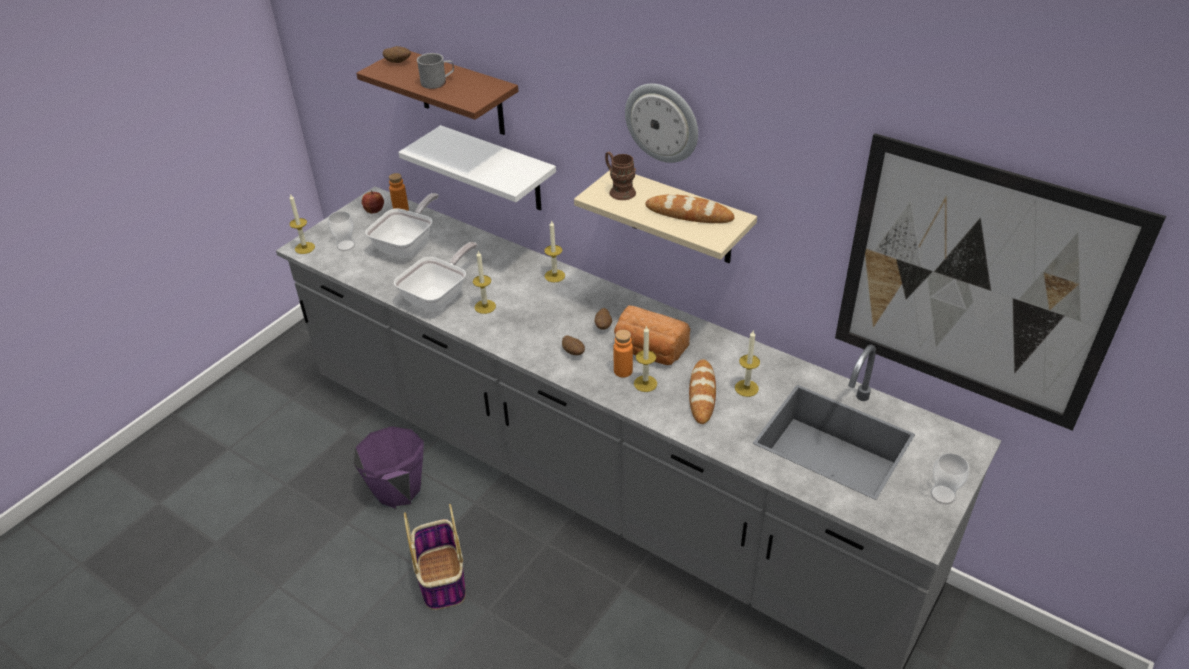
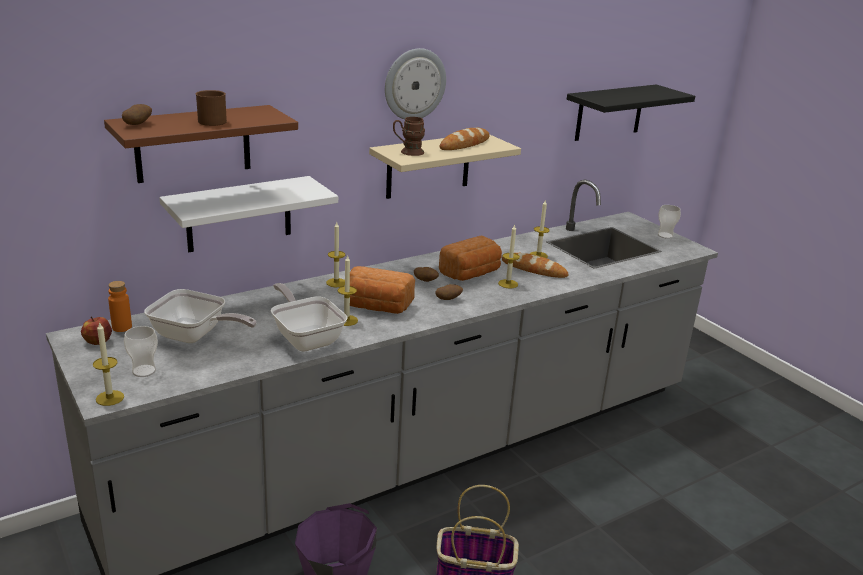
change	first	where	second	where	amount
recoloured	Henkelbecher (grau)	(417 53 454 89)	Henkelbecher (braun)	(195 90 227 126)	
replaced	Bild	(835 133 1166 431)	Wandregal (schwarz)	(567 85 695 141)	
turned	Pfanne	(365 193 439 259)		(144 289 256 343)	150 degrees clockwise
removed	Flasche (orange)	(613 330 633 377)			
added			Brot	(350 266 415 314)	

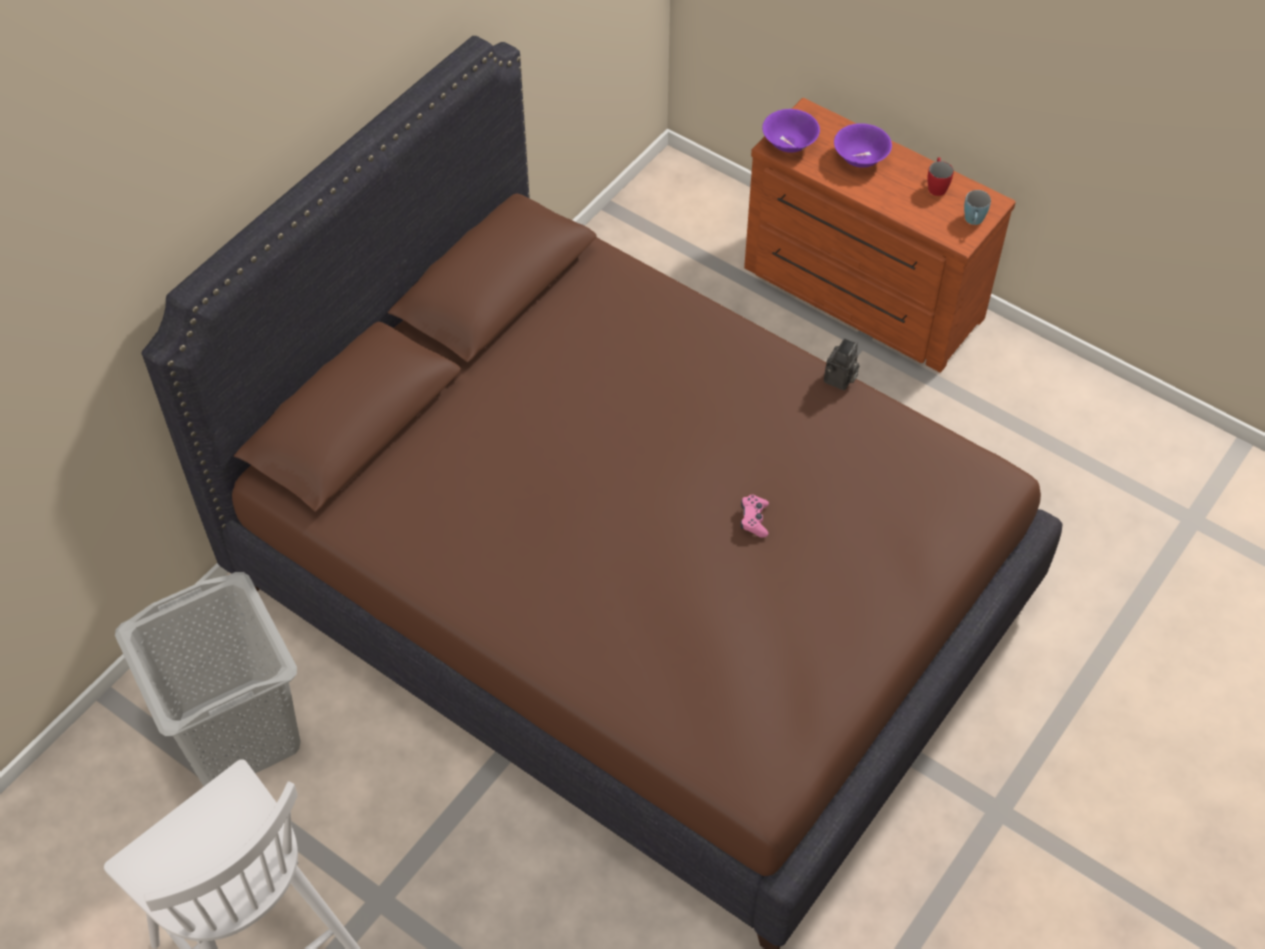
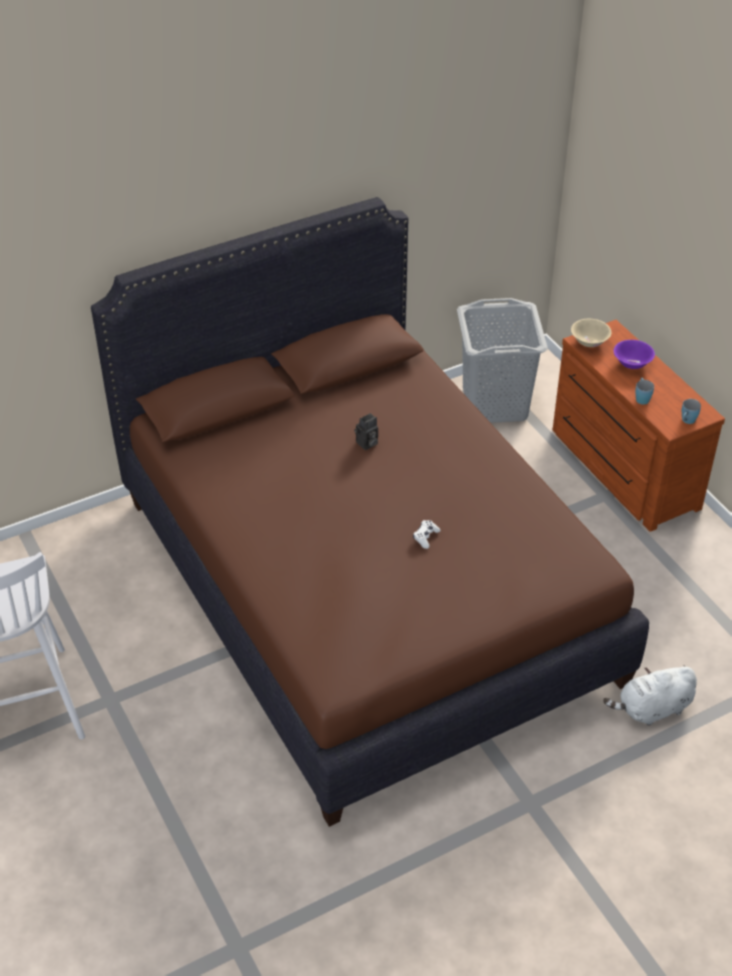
change	first	where	second	where	amount
recoloured	Schüssel (lila)	(762 109 820 153)	Schüssel (beige)	(571 319 611 347)	
removed	Henkelbecher (rot)	(927 157 954 196)			
moved	Kamera	(824 338 859 390)		(354 413 378 450)	
recoloured	Gamepad (rosa)	(741 494 769 538)	Gamepad (weiß)	(413 520 441 549)	
moved	Wäschekorb (grau)	(115 572 301 786)		(457 298 548 423)	
added			Henkelbecher (blau)	(635 378 654 405)	
added			Plüschtier (weiß)	(603 665 697 726)	

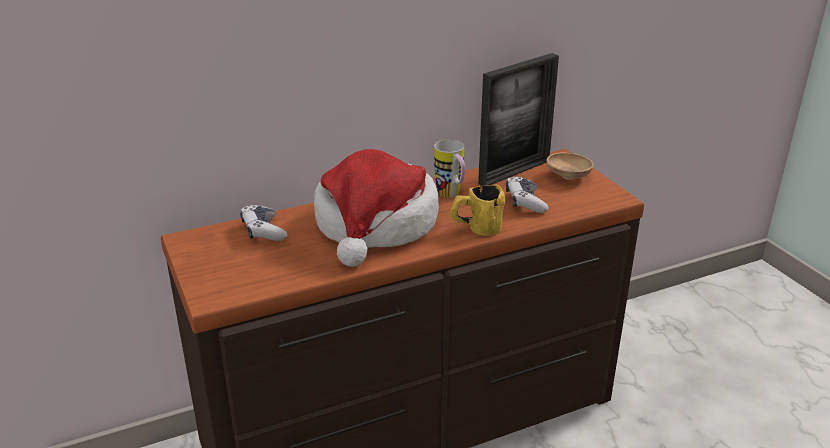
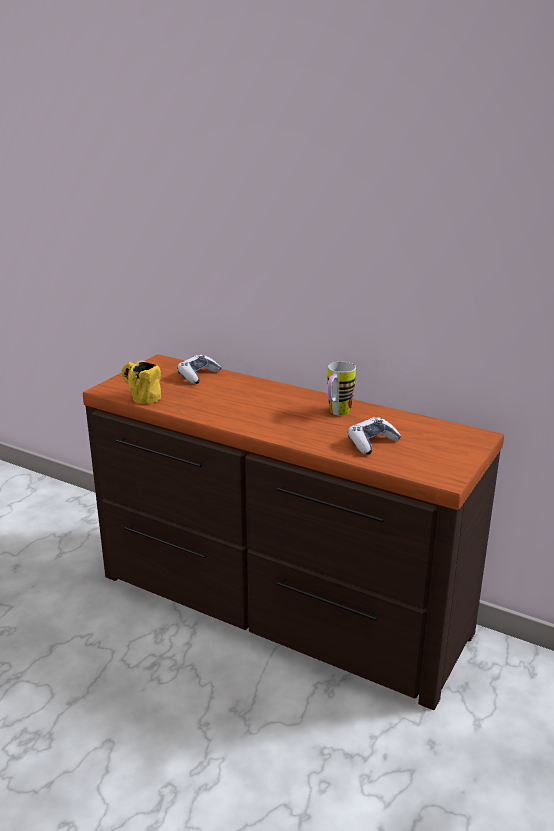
change	first	where	second	where	amount
removed	Bilderrahmen	(478 53 559 186)			
removed	Hut	(314 149 439 267)			
removed	Schüssel (braun)	(546 153 594 180)			
moved	Henkelbecher (gelb)	(450 184 505 236)		(121 361 161 404)	

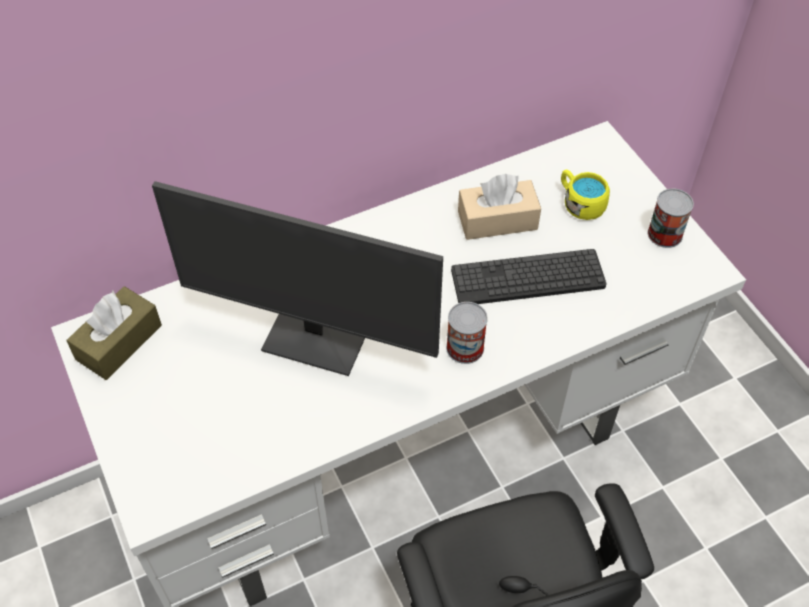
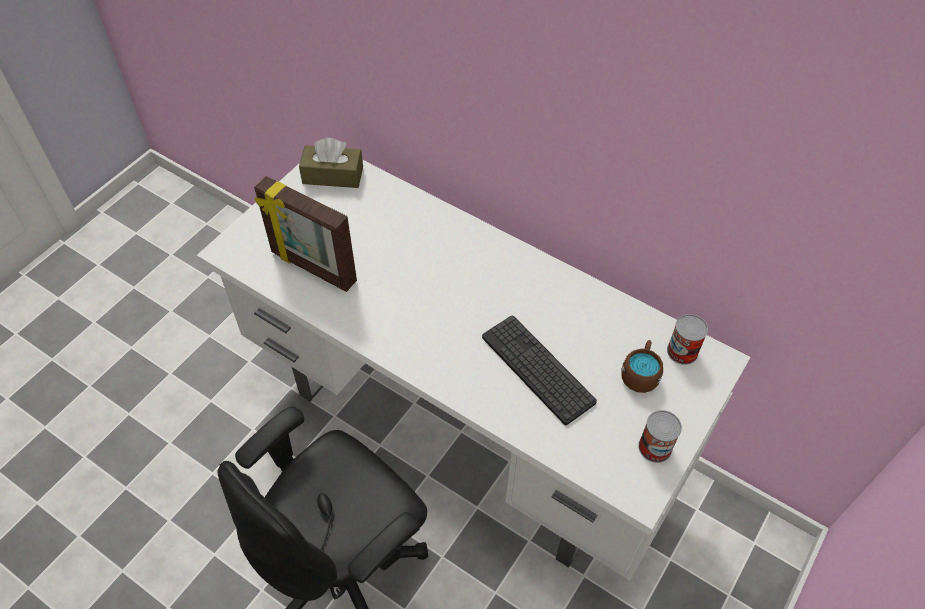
change	first	where	second	where	amount
recoloured	Henkelbecher (gelb)	(561 170 610 220)	Henkelbecher (braun)	(622 340 663 393)	
removed	Taschentuchbox (beige)	(458 174 541 240)			
removed	Monitor	(152 181 443 376)			
moved	Dose	(446 302 488 364)		(667 314 708 365)	
added			Bilderrahmen	(254 176 357 292)	

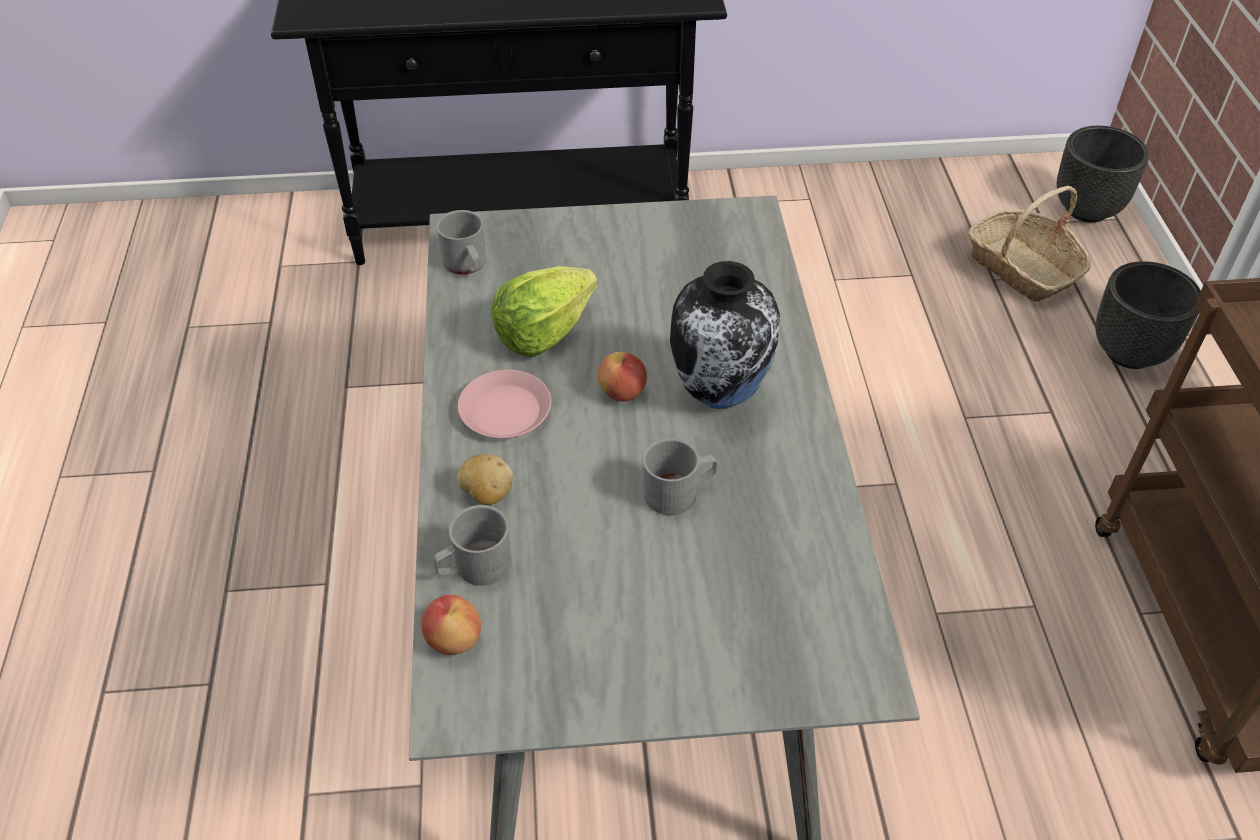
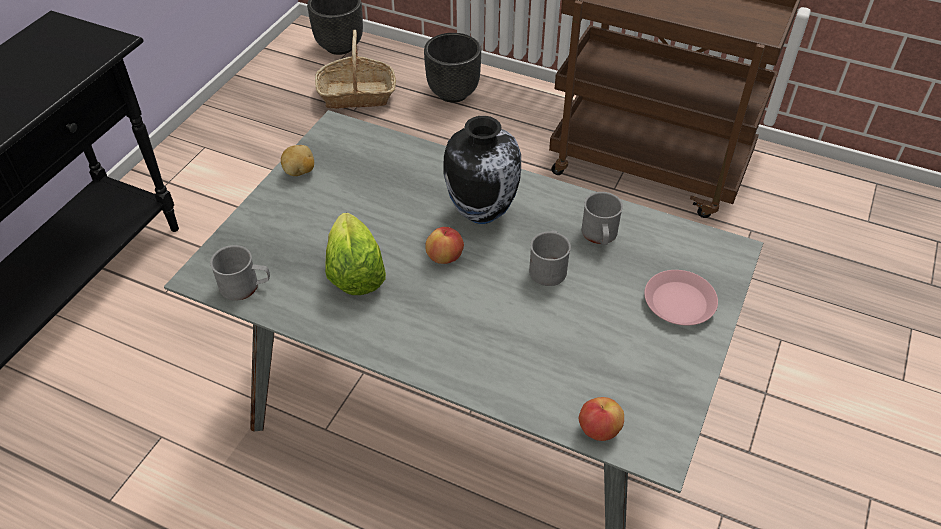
change	first	where	second	where	amount
moved	Teller (rosa)	(458 370 551 438)		(644 270 718 325)	
moved	Kartoffel	(457 454 513 505)		(281 145 314 176)	
moved	Henkelbecher (grau)	(433 505 512 586)		(582 192 623 245)	

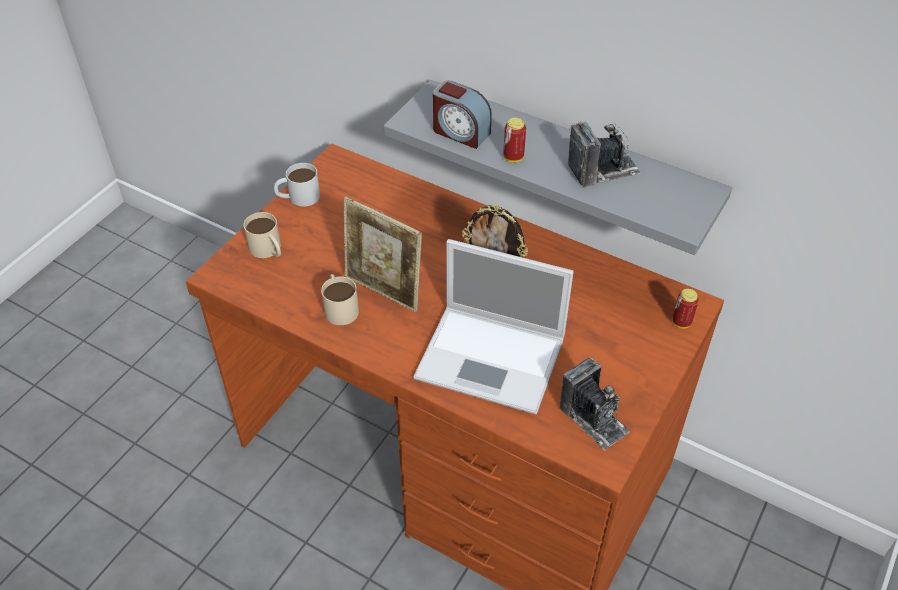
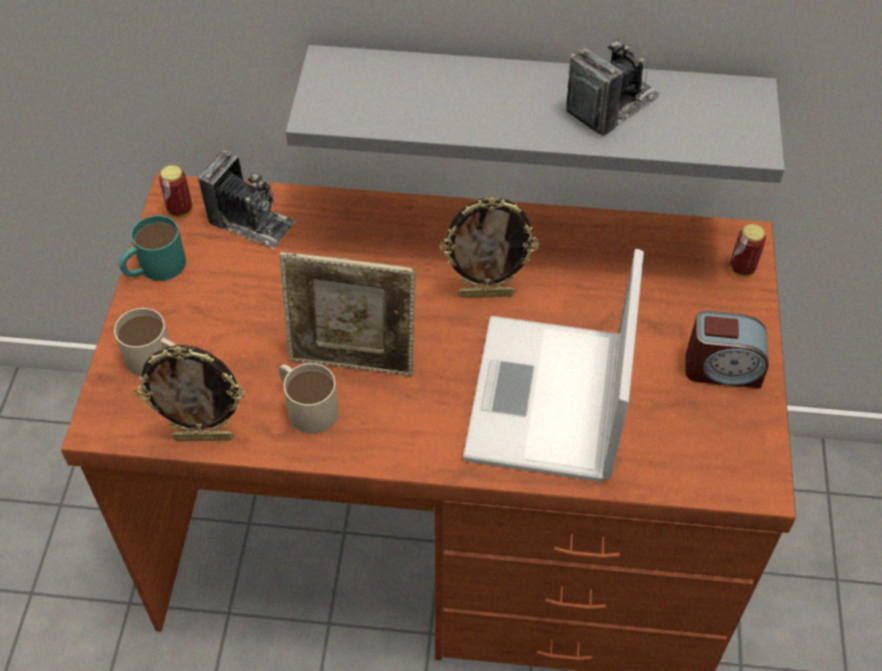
change	first	where	second	where	amount
moved	Wecker	(433 80 492 149)		(685 311 769 389)	
moved	Dose	(503 118 526 163)		(159 165 192 218)	
recoloured	Henkelbecher (weiß)	(274 163 320 207)	Henkelbecher (türkis)	(119 215 186 281)	
turned	Laptop	(413 239 574 415)		(463 249 644 482)	105 degrees clockwise
moved	Kamera	(560 357 630 450)		(198 150 296 249)	
added			Bilderrahmen	(135 345 245 441)	

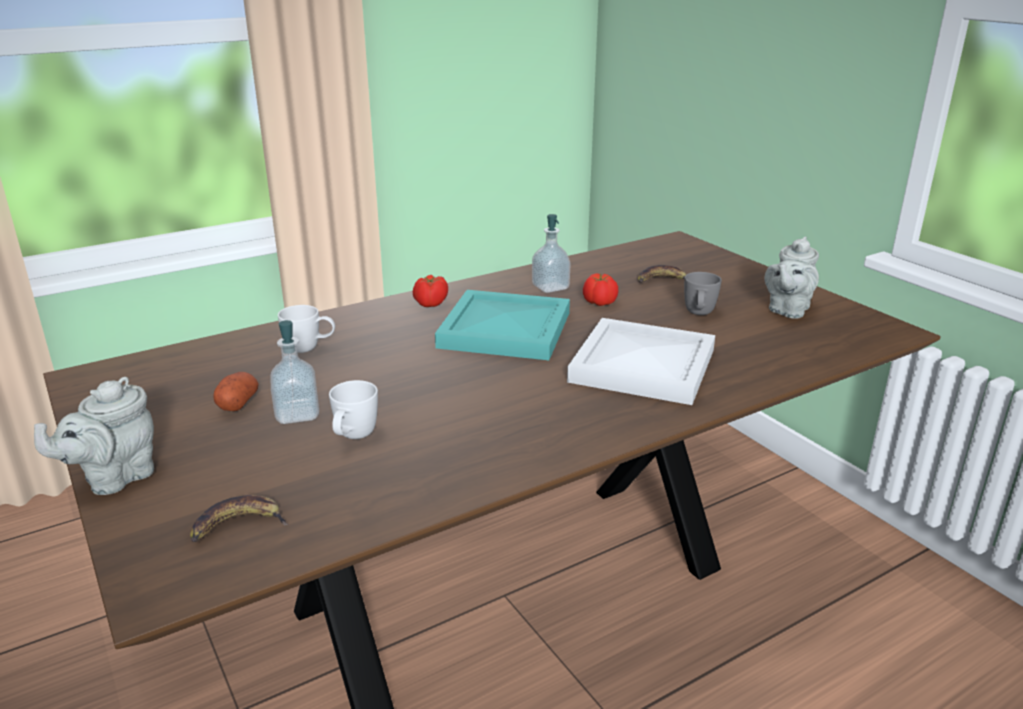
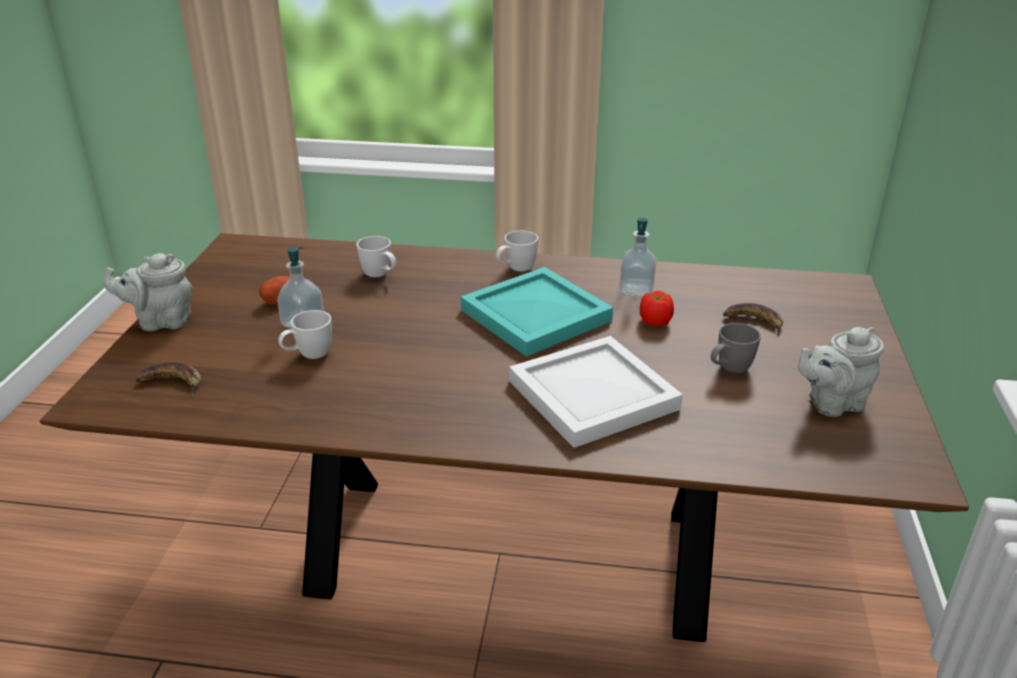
change	first	where	second	where	amount
replaced	Tomate	(413 275 448 307)	Henkelbecher (weiß)	(496 231 538 272)	

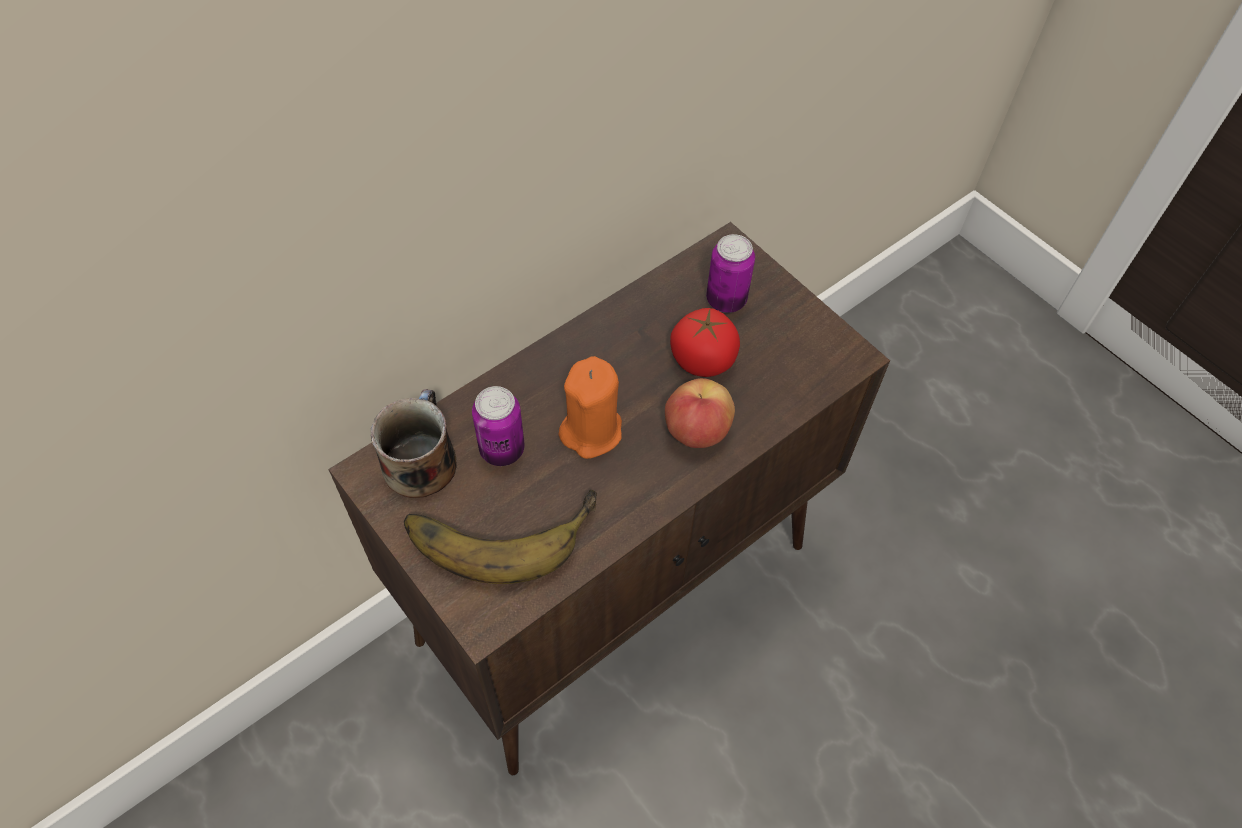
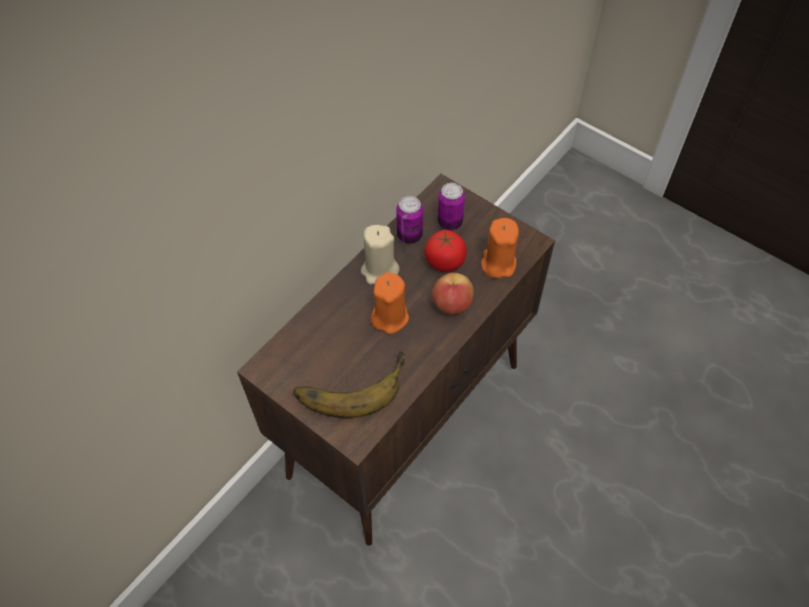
change	first	where	second	where	amount
moved	Dose	(472 386 525 466)		(396 196 423 244)	
removed	Henkelbecher	(371 389 457 498)			
added			Kerze (orange)	(481 218 519 278)	
added			Kerze (beige)	(361 225 400 285)	

